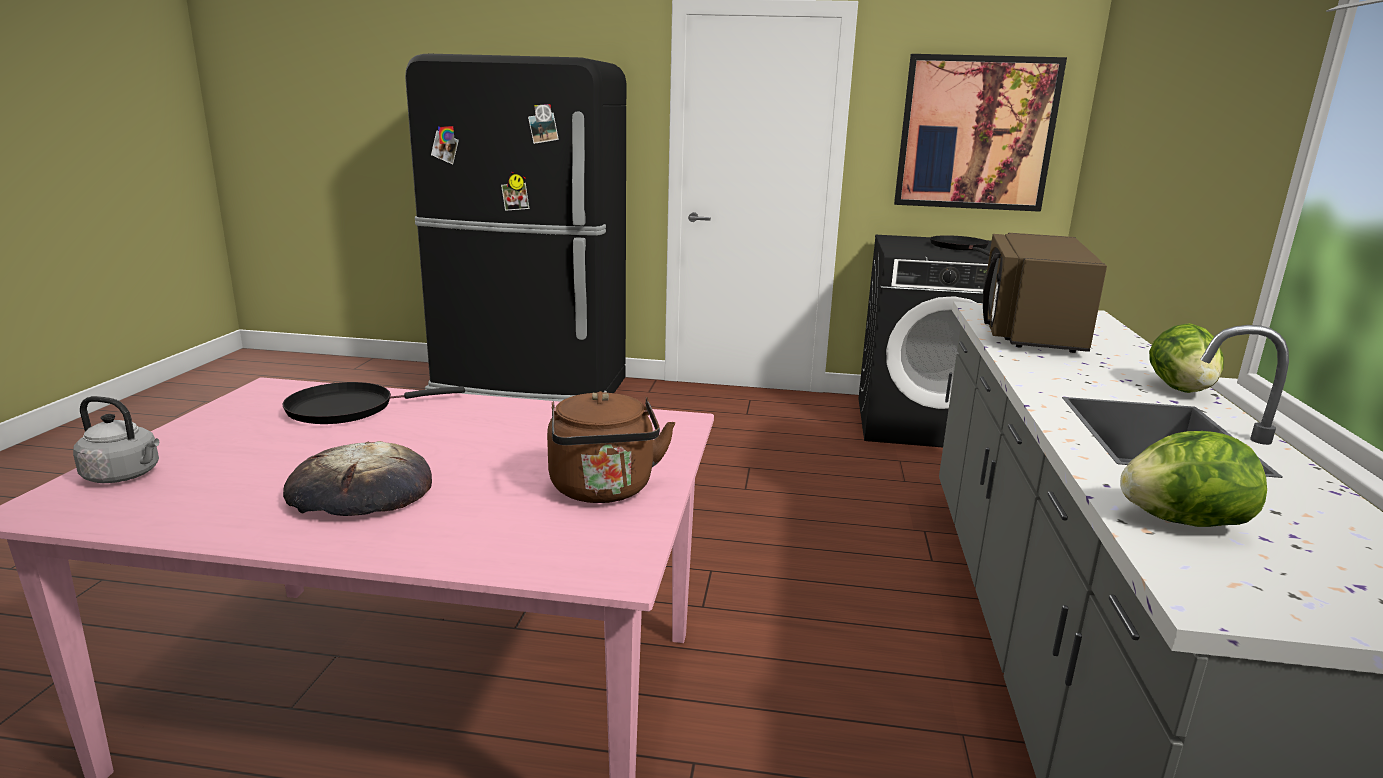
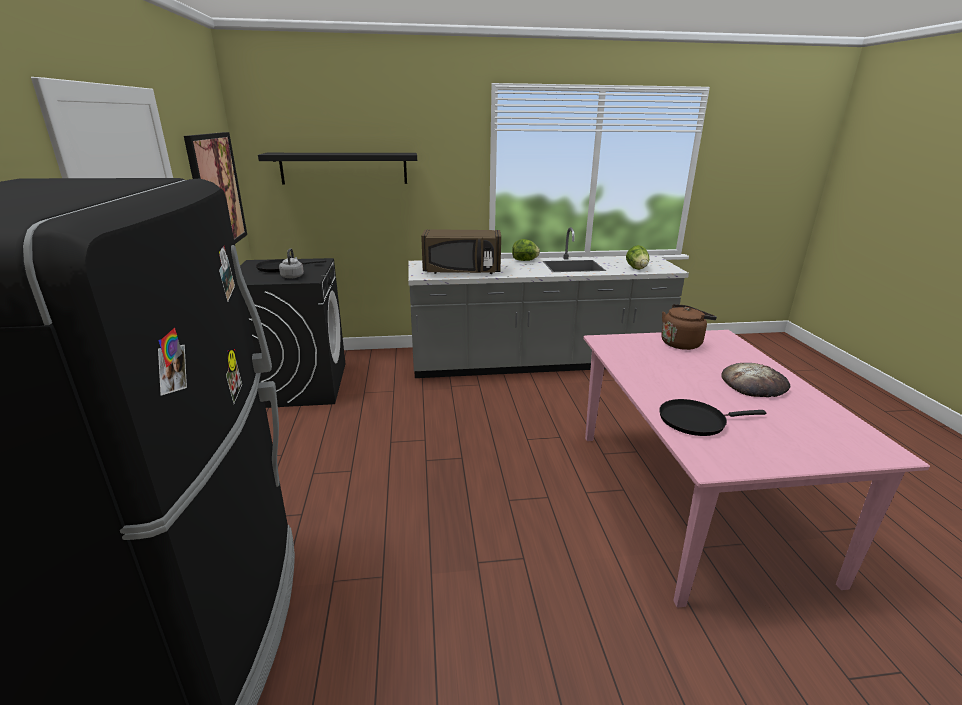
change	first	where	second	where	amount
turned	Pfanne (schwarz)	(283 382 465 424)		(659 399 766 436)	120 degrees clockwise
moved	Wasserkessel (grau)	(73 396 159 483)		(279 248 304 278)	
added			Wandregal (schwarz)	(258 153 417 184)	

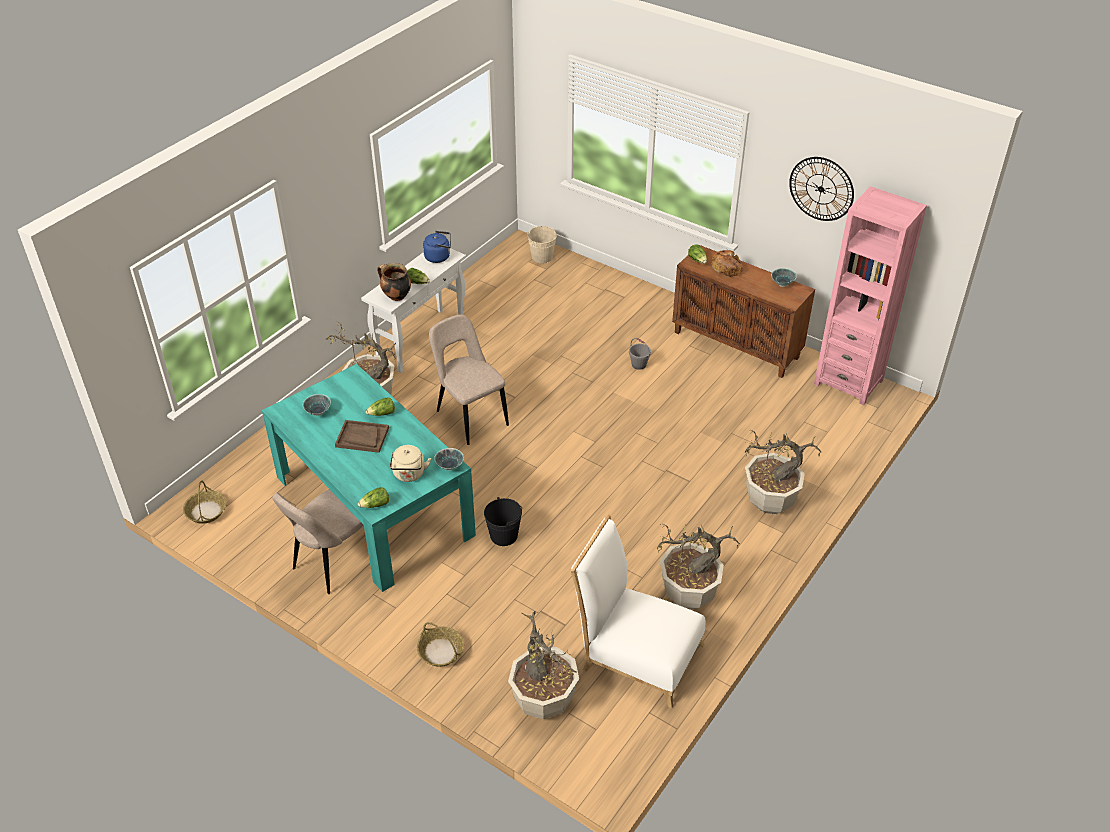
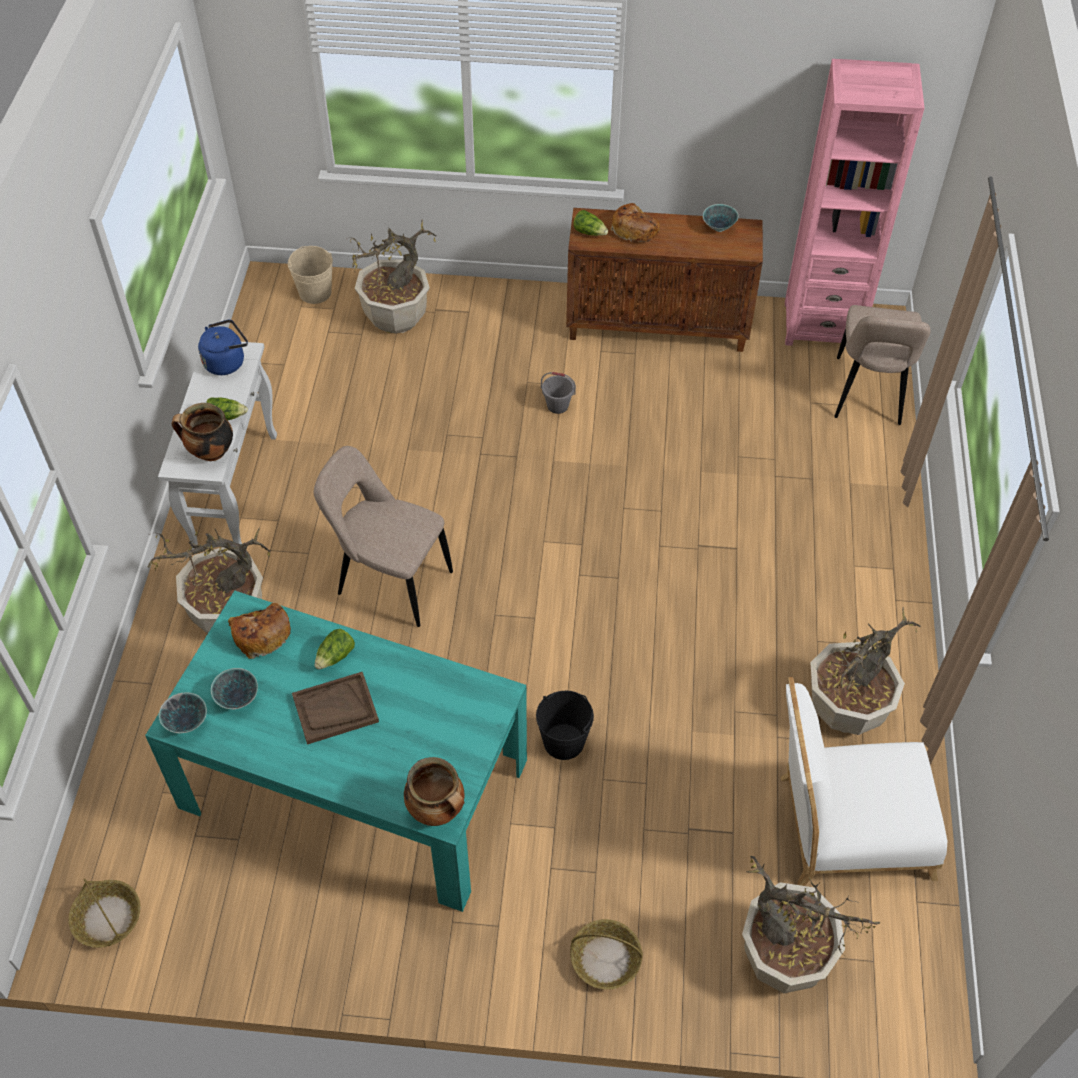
change	first	where	second	where	amount
removed	Wanduhr	(789 157 854 221)			
moved	Topfpflanze	(745 430 821 514)		(346 219 436 334)	
removed	Wasserkessel (beige)	(390 445 431 482)			
moved	Schüssel	(434 448 464 471)		(159 692 207 733)	
replaced	Salatkopf	(358 487 389 508)	Kochtopf	(404 757 464 826)	
moved	Stuhl (beige)	(272 489 364 594)		(834 305 931 425)	
added			Brot	(228 603 291 659)	

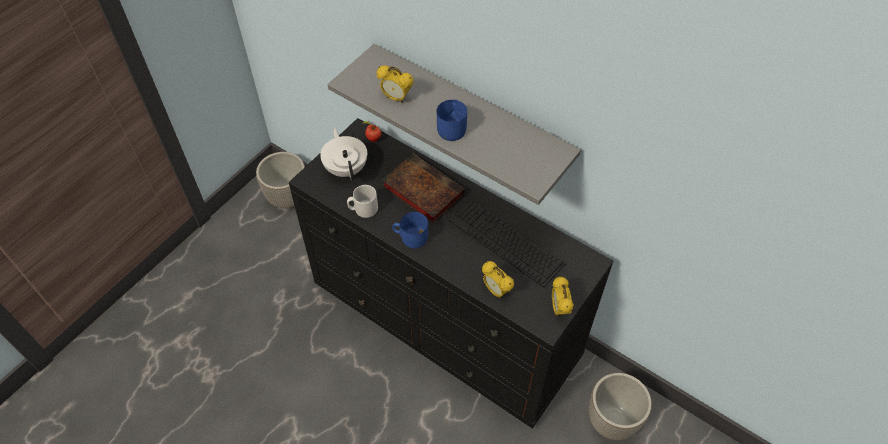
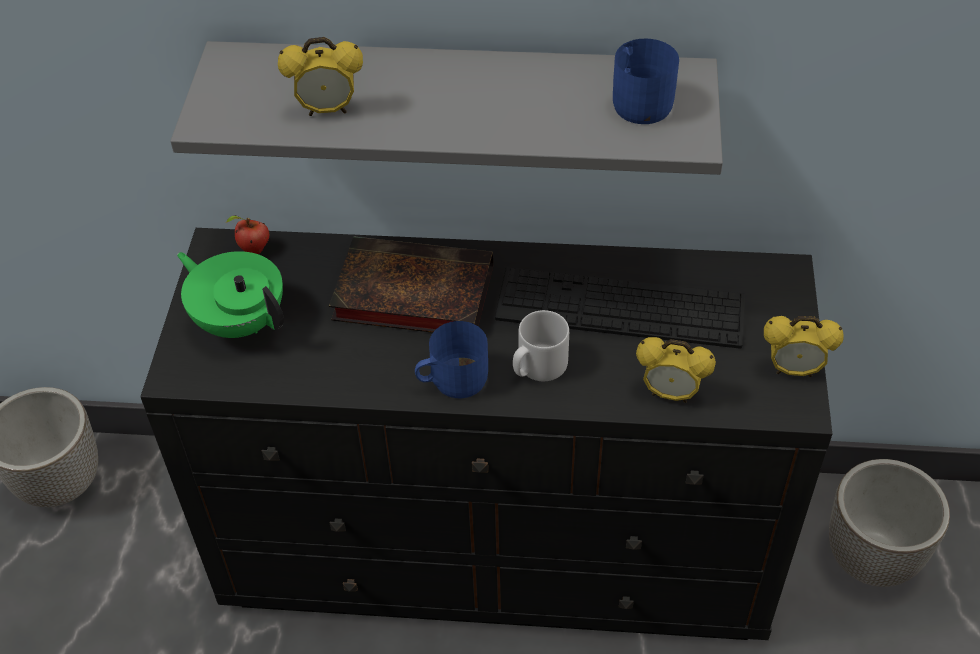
change	first	where	second	where	amount
moved	Henkelbecher (blau)	(437 99 467 141)		(613 38 679 124)	
recoloured	Teekanne (weiß)	(320 128 367 181)	Teekanne (grün)	(177 251 284 338)	
moved	Henkelbecher (grau)	(347 185 378 218)		(513 310 569 381)	
turned	Wecker	(552 276 574 317)		(764 316 844 377)	45 degrees counterclockwise

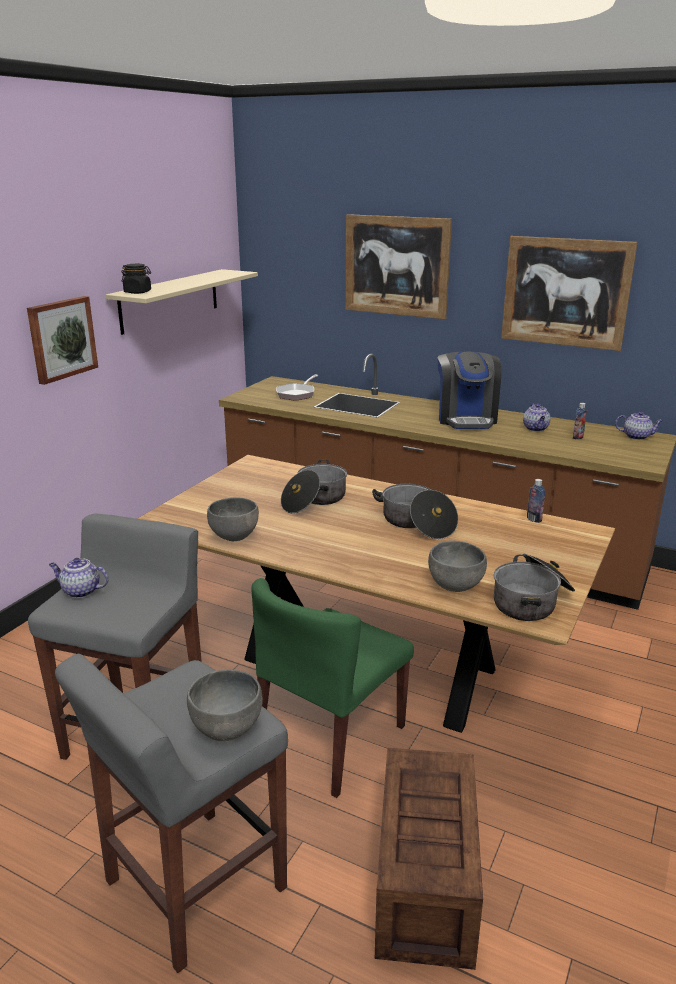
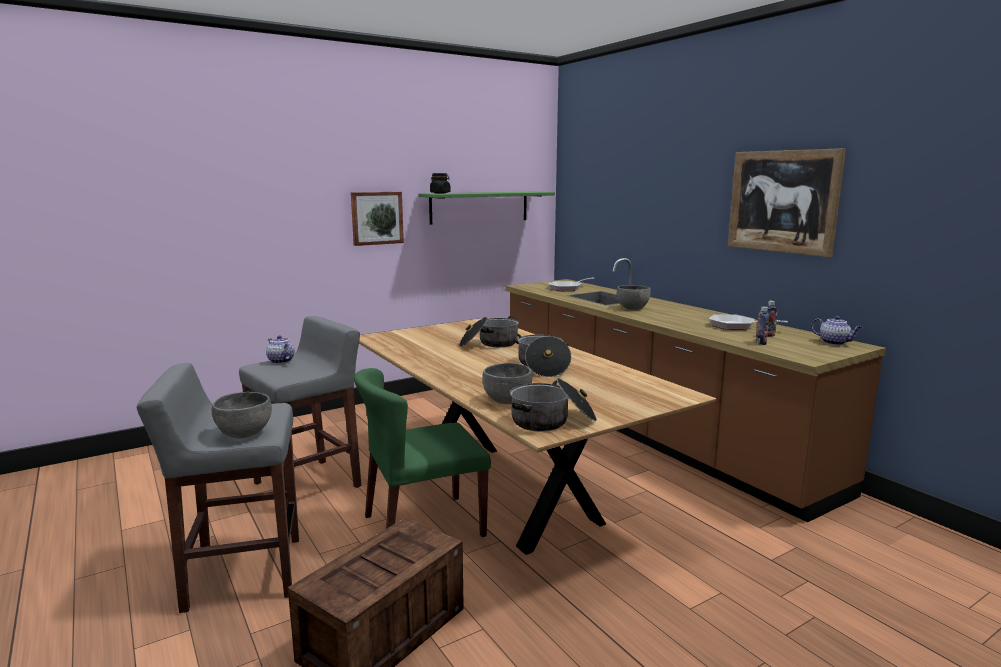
change	first	where	second	where	amount
removed	Bild	(346 214 452 319)			
recoloured	Wandregal (beige)	(105 269 258 335)	Wandregal (grün)	(419 192 555 224)	
removed	Kaffeemaschine	(437 352 501 429)			
replaced	Teekanne	(523 404 551 432)	Pfanne	(709 314 788 330)	
moved	Flasche	(527 479 545 523)		(756 307 769 345)	
moved	Schüssel (grau)	(207 497 259 541)		(617 285 651 310)	

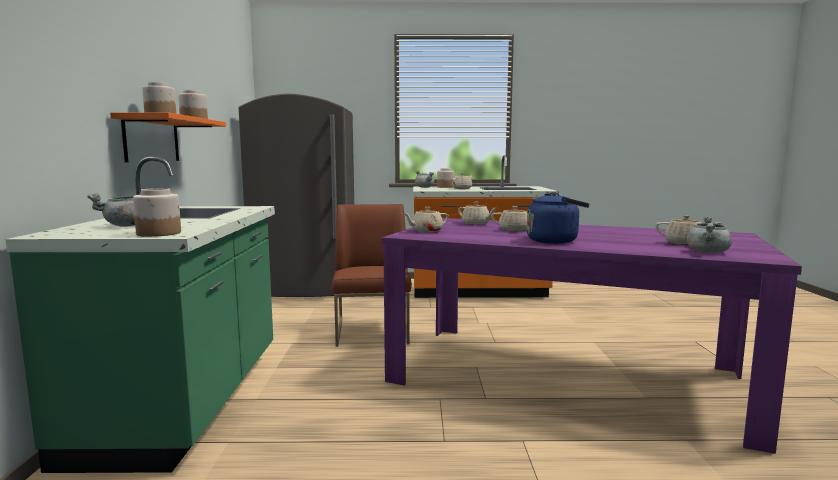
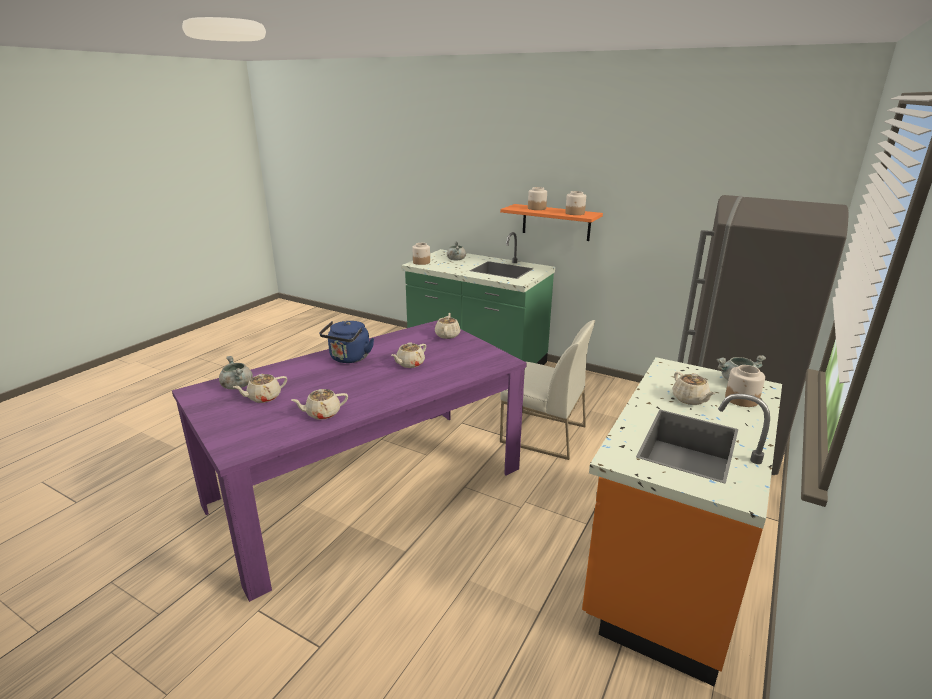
change	first	where	second	where	amount
moved	Teekanne (beige)	(458 202 496 225)		(291 389 348 420)	
recoloured	Stuhl (braun)	(332 204 412 347)	Stuhl (weiß)	(500 320 595 460)	

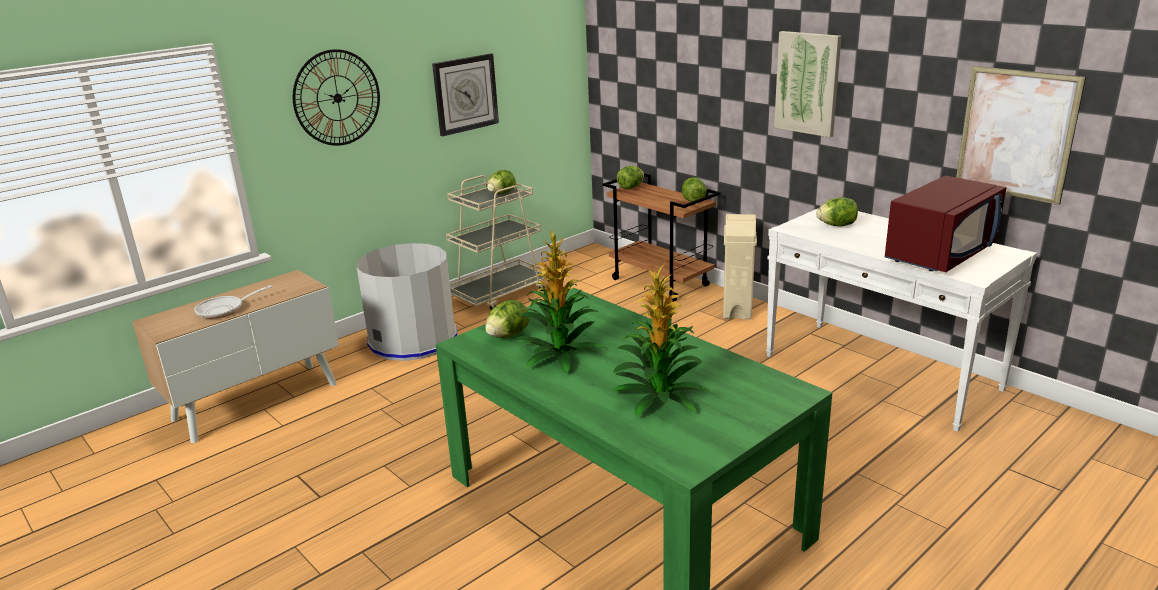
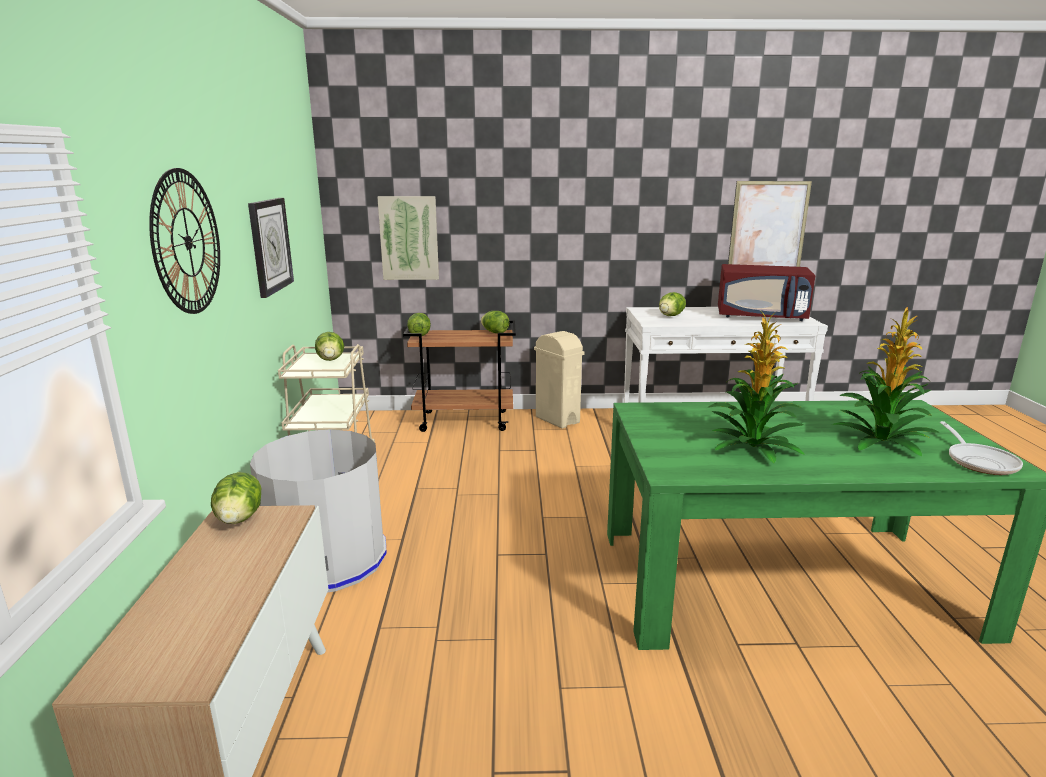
change	first	where	second	where	amount
moved	Bild	(774 31 841 137)		(377 196 439 280)	
turned	Mikrowelle (rot)	(884 176 1007 272)		(718 264 816 321)	105 degrees clockwise
moved	Pfanne	(194 285 272 319)		(940 421 1023 475)	
moved	Salatkopf	(485 300 529 338)		(211 472 261 524)	

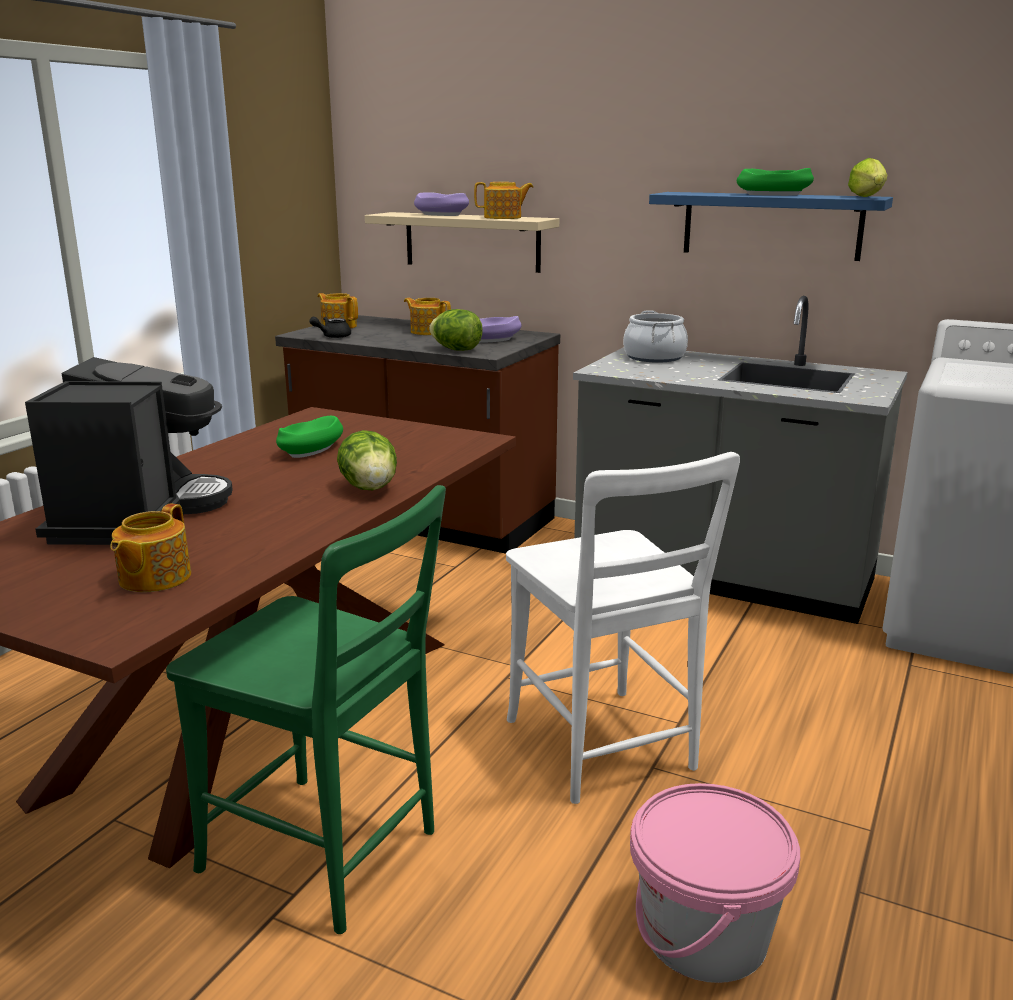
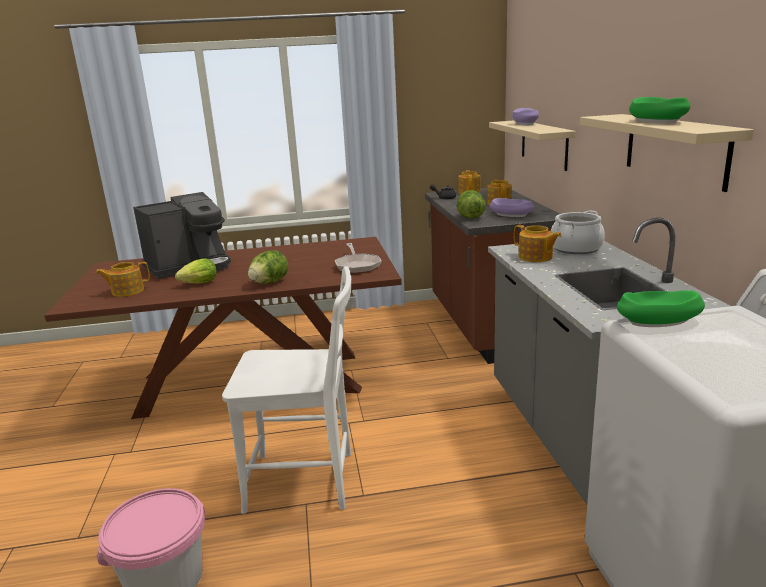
change	first	where	second	where	amount
moved	Salatkopf	(848 158 887 197)		(175 258 217 283)	
moved	Teekanne	(474 182 533 219)		(514 225 562 262)	
recoloured	Wandregal (blau)	(649 192 893 261)	Wandregal (beige)	(580 114 754 192)	
moved	Schüssel (grün)	(276 416 343 458)		(617 290 705 327)	
turned	Stuhl (weiß)	(506 452 740 804)		(222 266 351 514)	120 degrees counterclockwise
removed	Stuhl (grün)	(166 485 446 934)			
added			Pfanne	(335 243 382 274)	

